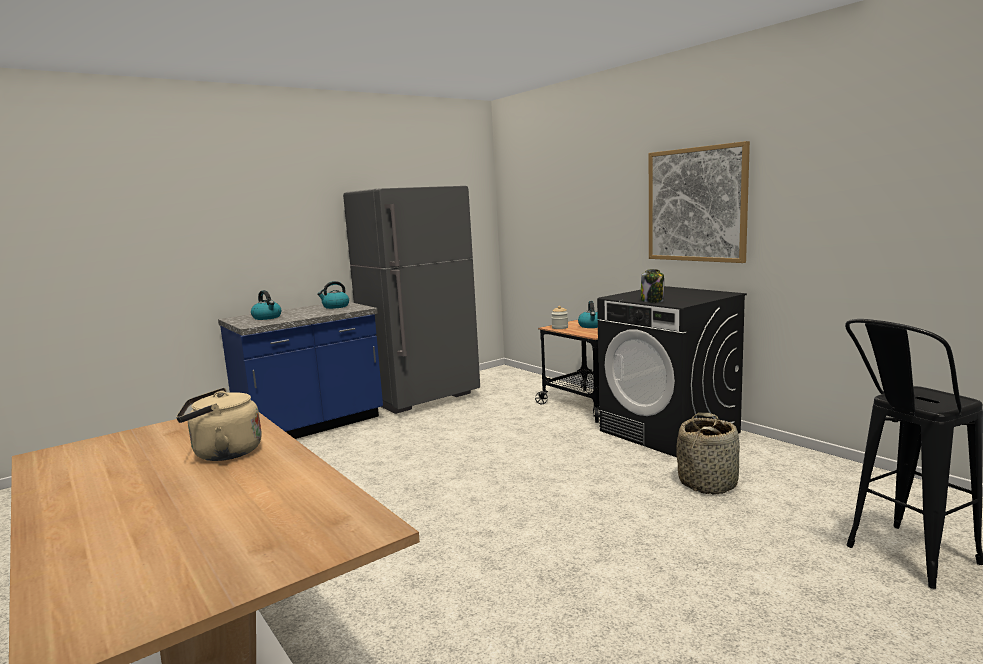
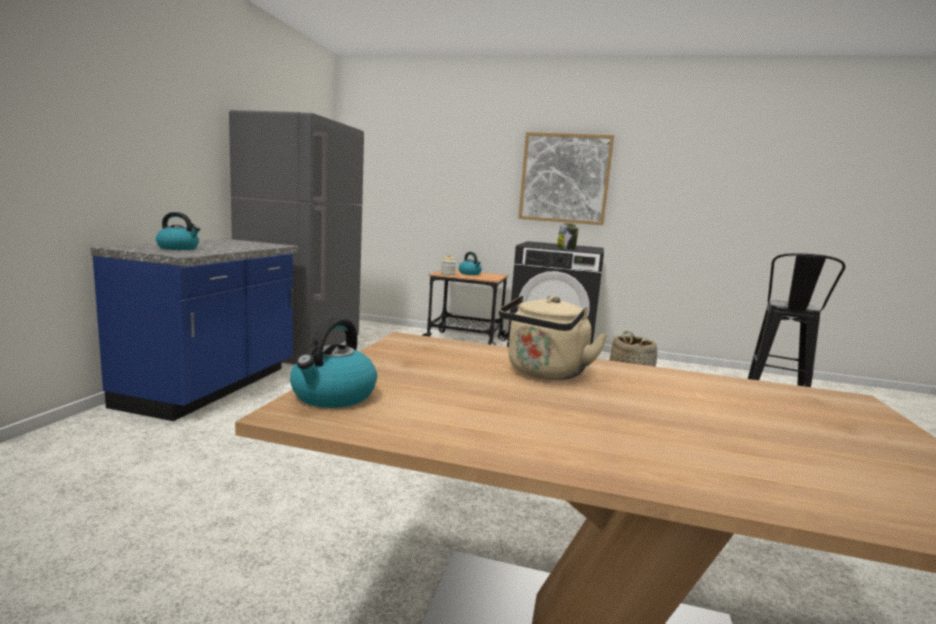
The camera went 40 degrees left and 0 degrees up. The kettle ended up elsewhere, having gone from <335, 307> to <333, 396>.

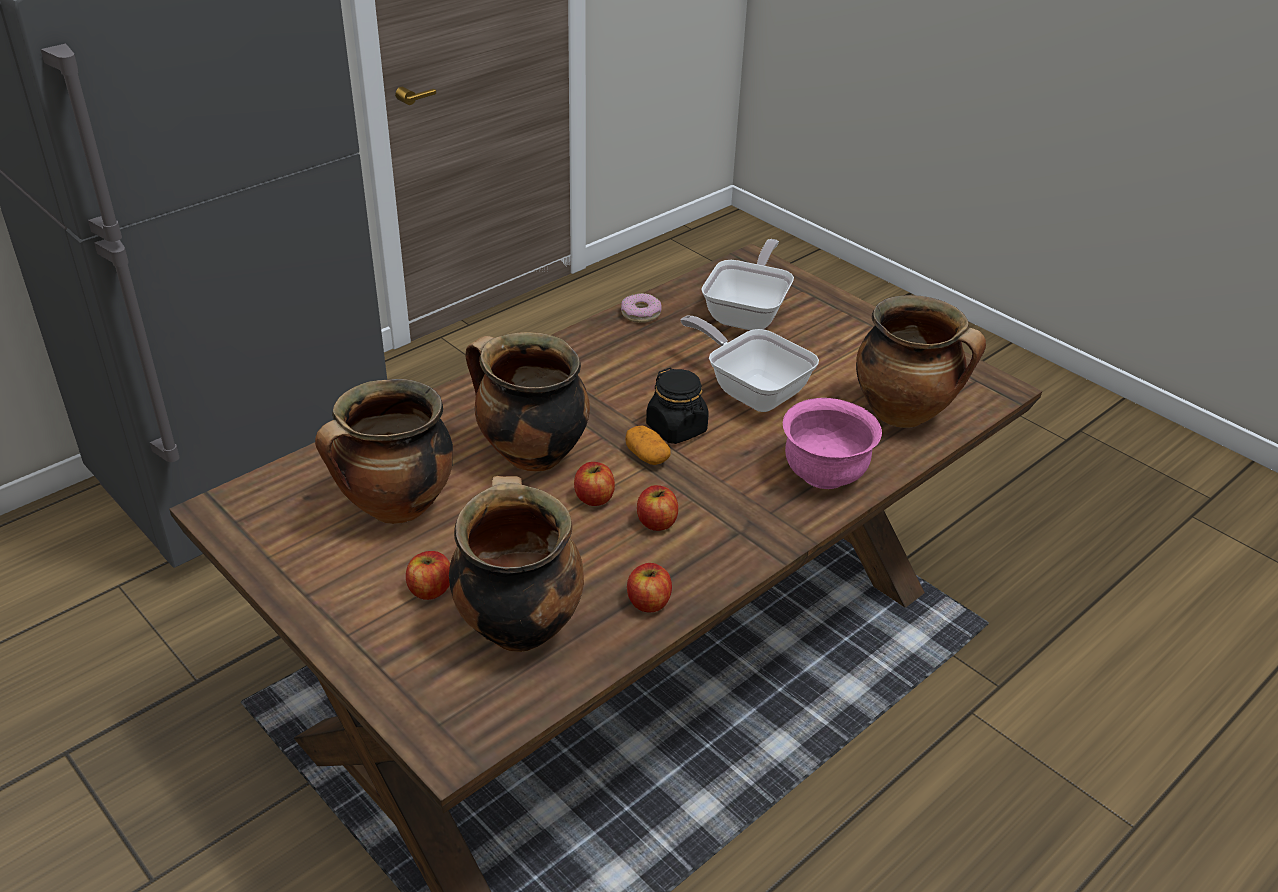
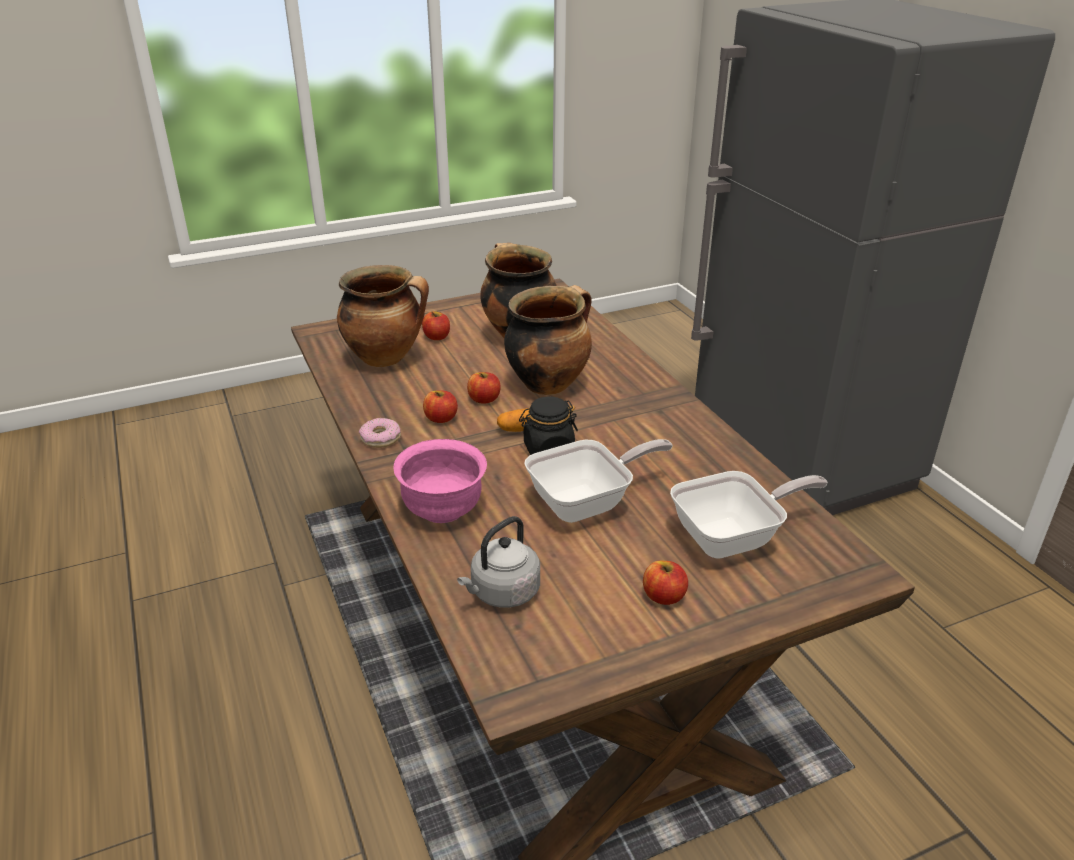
The camera went 110 degrees right and 5 degrees down. The donut ended up elsewhere, having gone from <640, 314> to <380, 438>. The apple ended up elsewhere, having gone from <648, 602> to <663, 596>. Where the cooking pot stood at <905, 414>, the grey kettle came to stand at <502, 593>. The frying pan at <748, 313> ended up facing another way, 60 degrees counterclockwise from before.

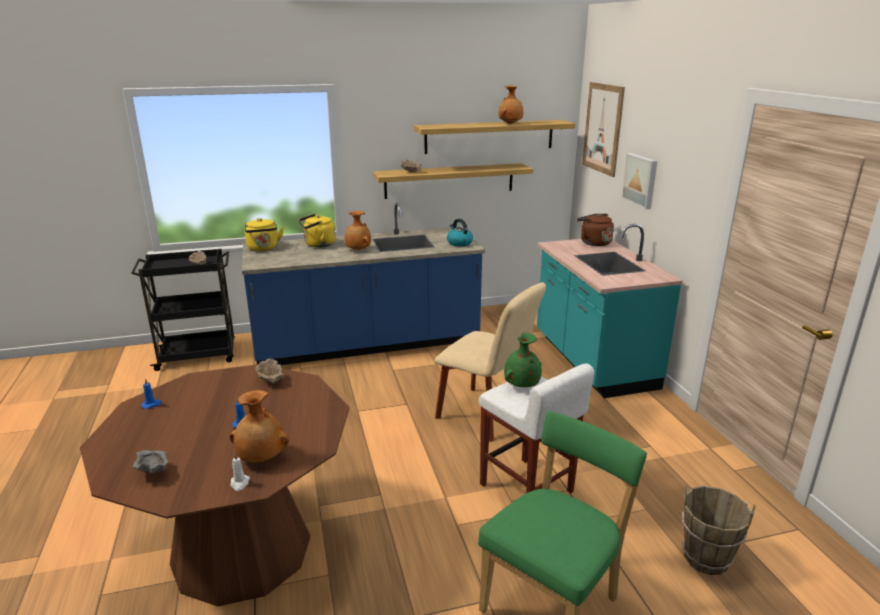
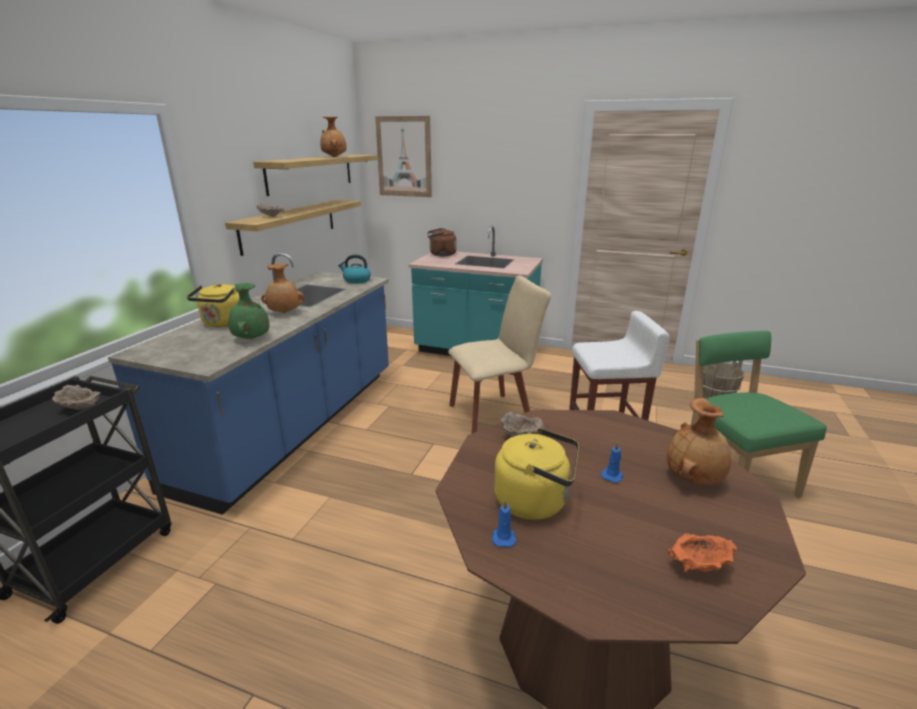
The camera went 55 degrees left and 0 degrees up. The second view lost the white candle at <239, 483>. The second view lost the picture at <640, 180>. The yellow kettle ended up elsewhere, having gone from <263, 248> to <535, 501>. The green vase ended up elsewhere, having gone from <521, 385> to <251, 338>. What was the grey bowl at <153, 472> turned into the orange bowl at <698, 566>.

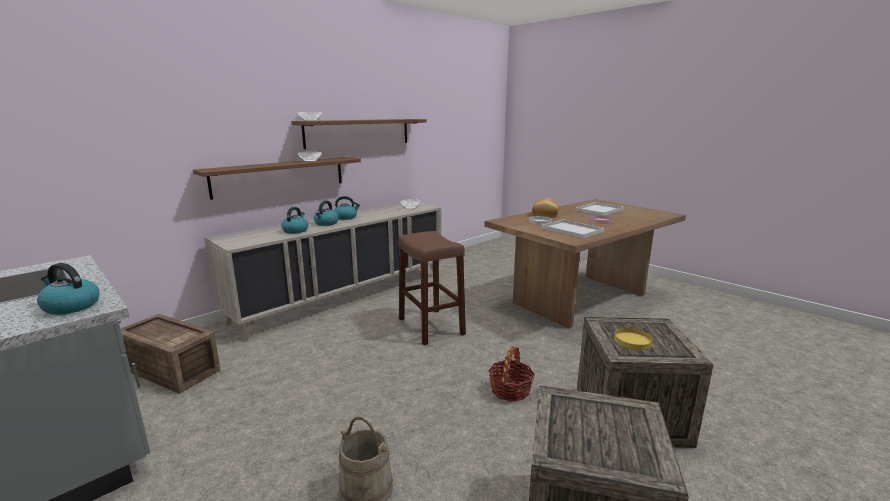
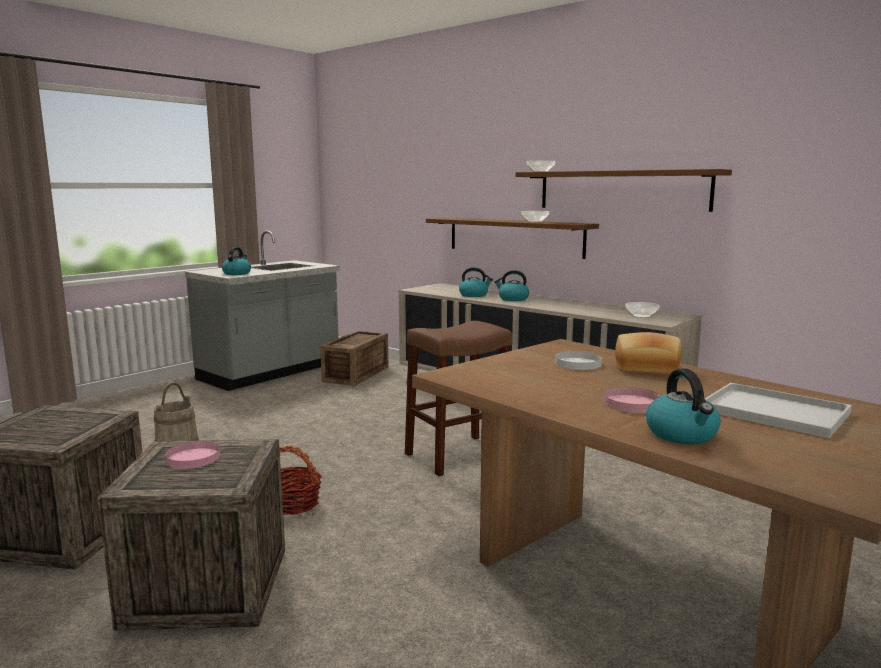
The camera went 85 degrees right and 5 degrees down. The second view lost the white tray at <573, 230>. The kettle ended up elsewhere, having gone from <346, 217> to <682, 434>. What was the yellow plate at <632, 341> turned into the pink plate at <192, 458>.

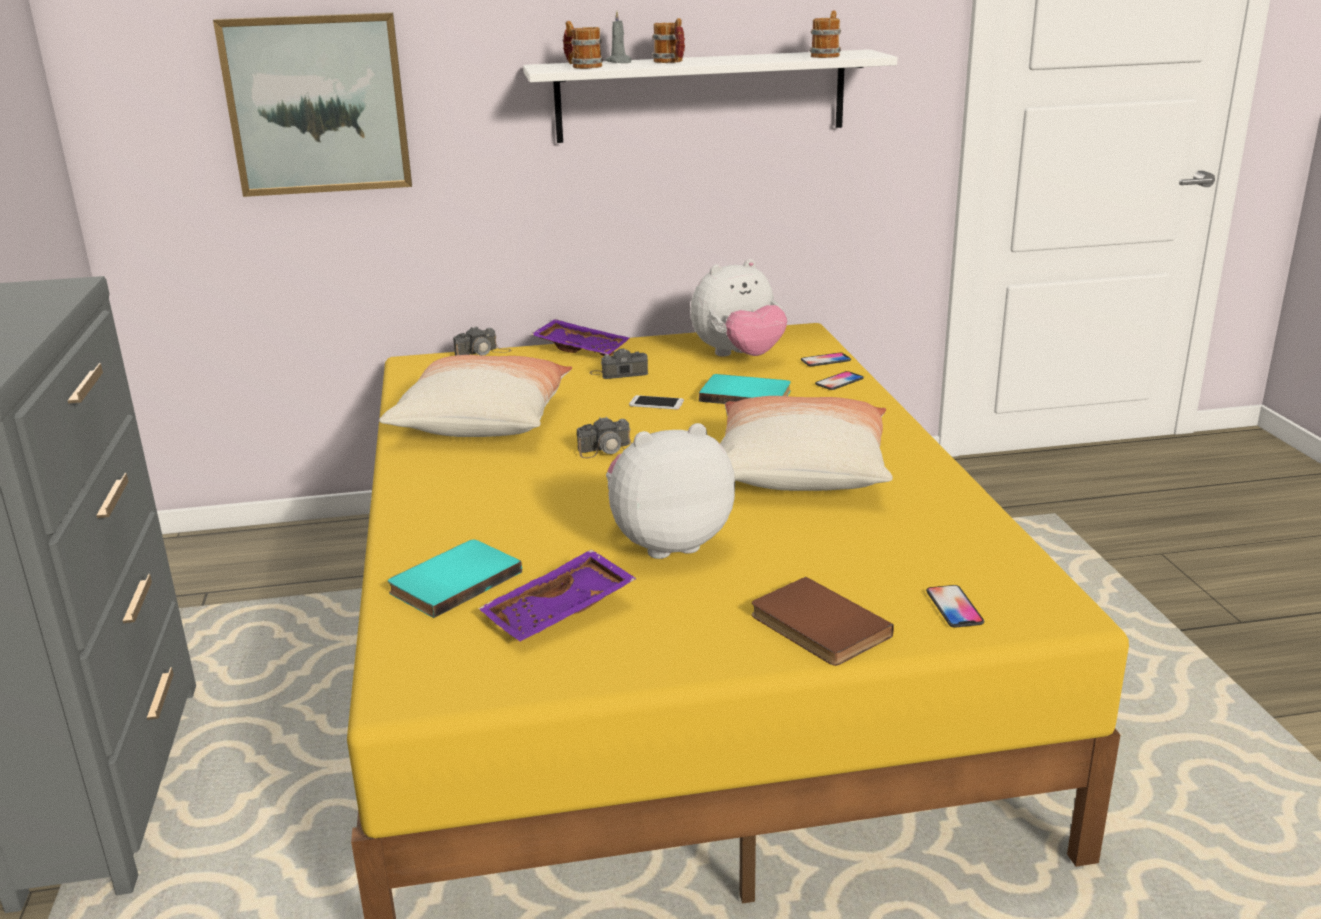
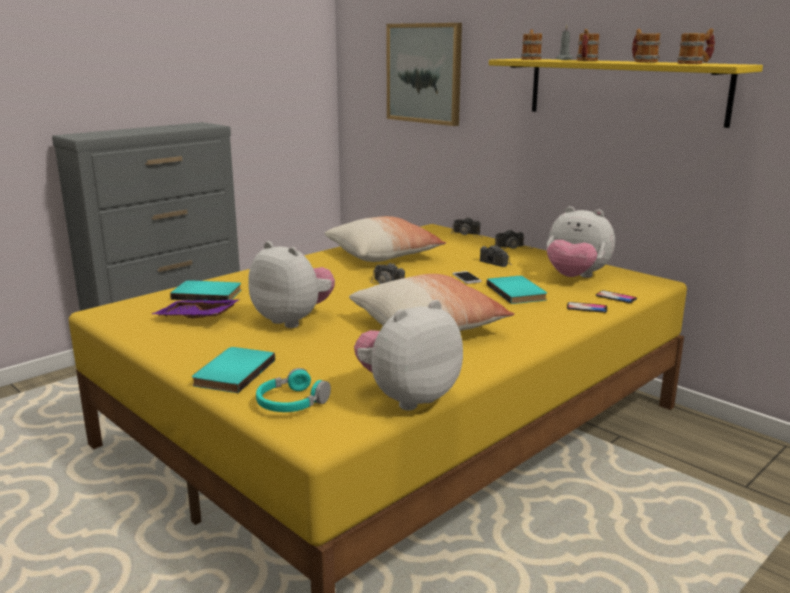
The camera went 55 degrees right and 5 degrees down. The second view gained the plush toy at <407, 397>. The second view gained the mug at <643, 62>. Where the purple tray stood at <582, 348>, the photo camera came to stand at <513, 247>. Where the phone stood at <954, 607>, the turquoise headphones came to stand at <291, 403>. What was the white shelf at <701, 96> turned into the yellow shelf at <624, 90>. What was the brown book at <816, 627> turned into the turquoise book at <232, 372>.

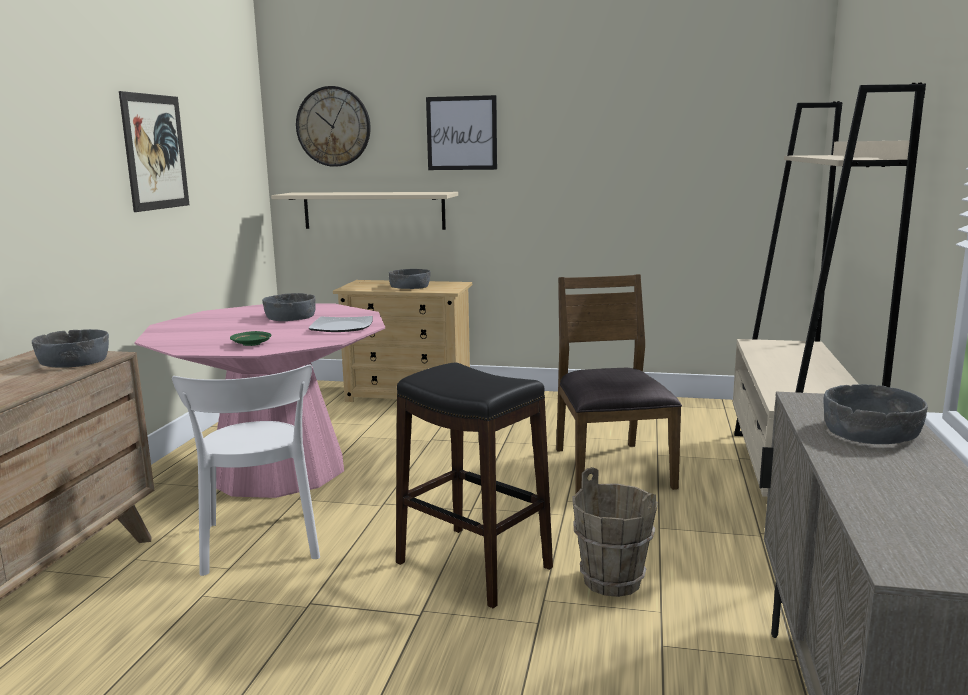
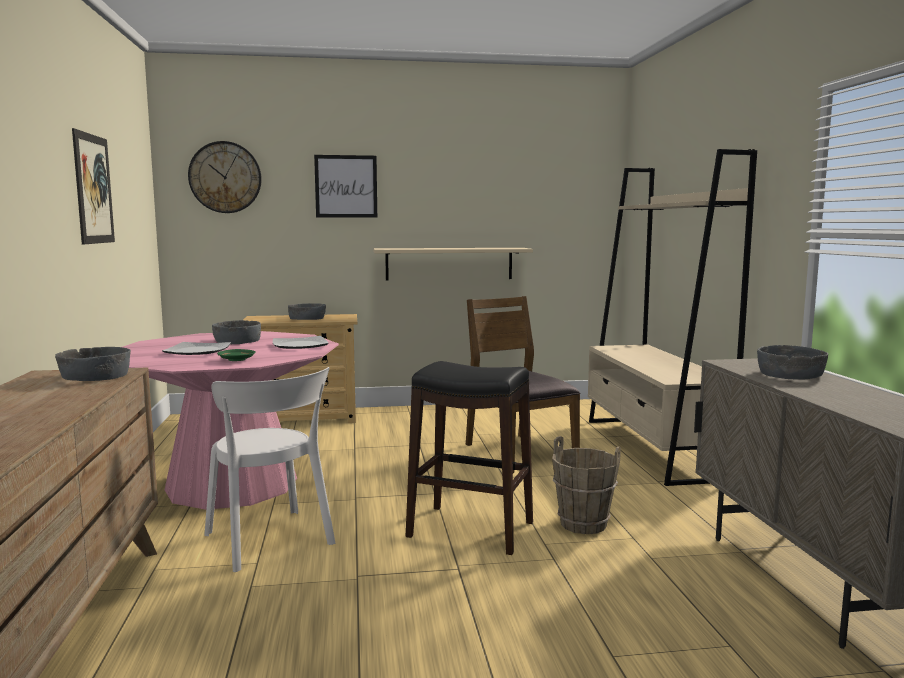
The camera went 20 degrees left and 5 degrees down. The second view gained the plate at <198, 351>. The beige shelf ended up elsewhere, having gone from <373, 210> to <449, 263>.

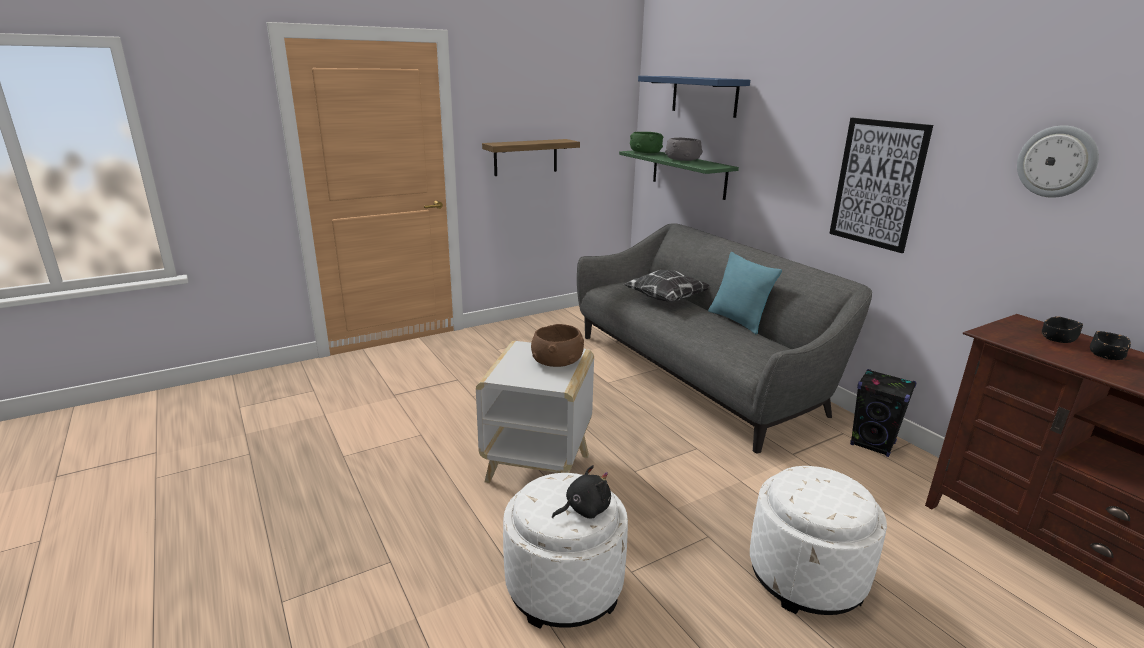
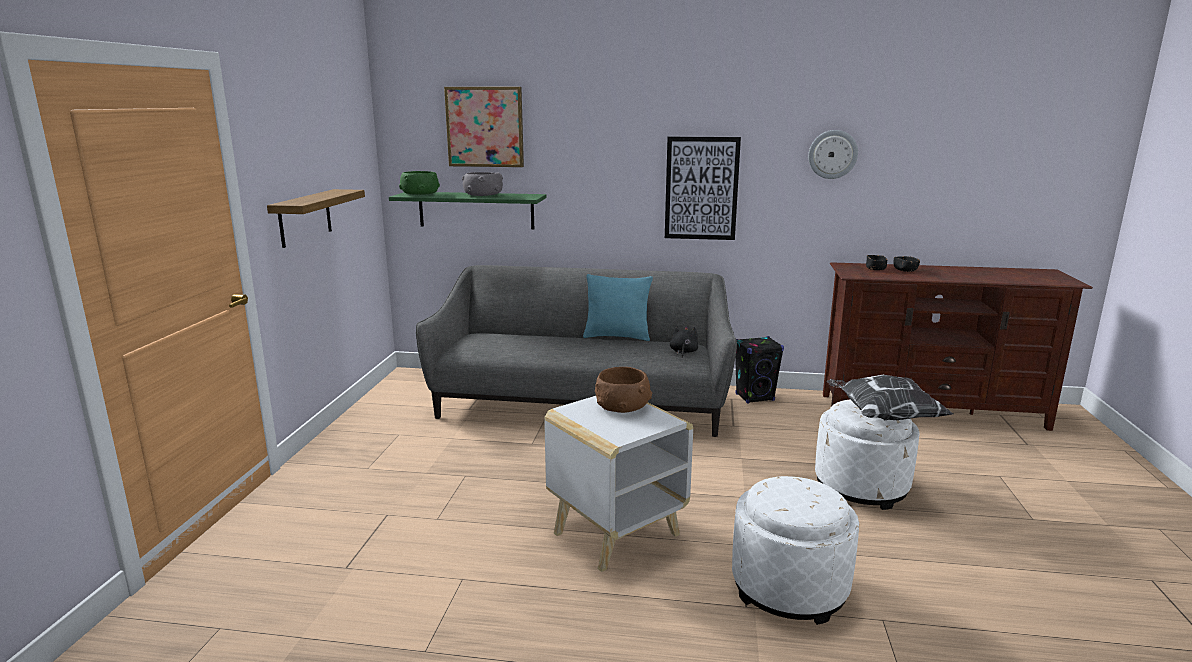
The camera went 50 degrees left and 5 degrees down. The black plush toy ended up elsewhere, having gone from <584, 509> to <683, 352>. The pillow ended up elsewhere, having gone from <665, 299> to <883, 416>. Where the blue shelf hung at <704, 96>, the picture came to hang at <485, 127>.

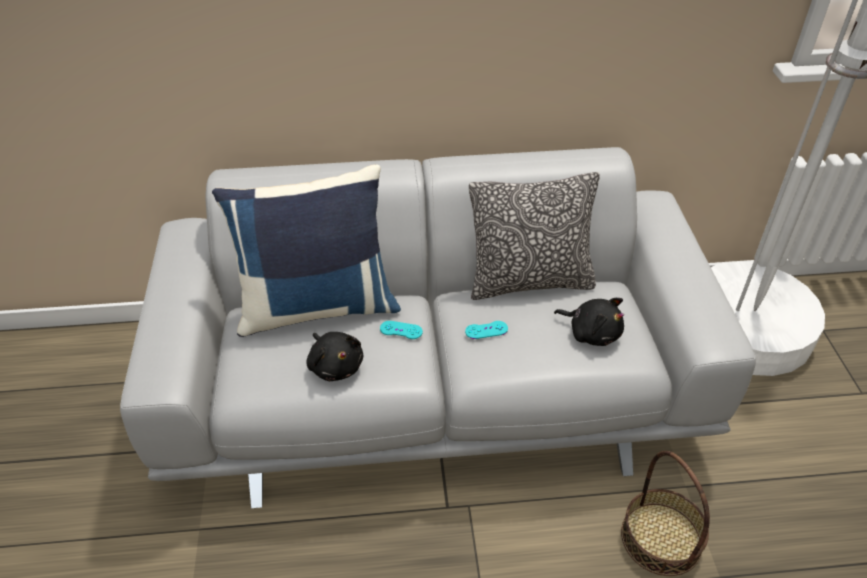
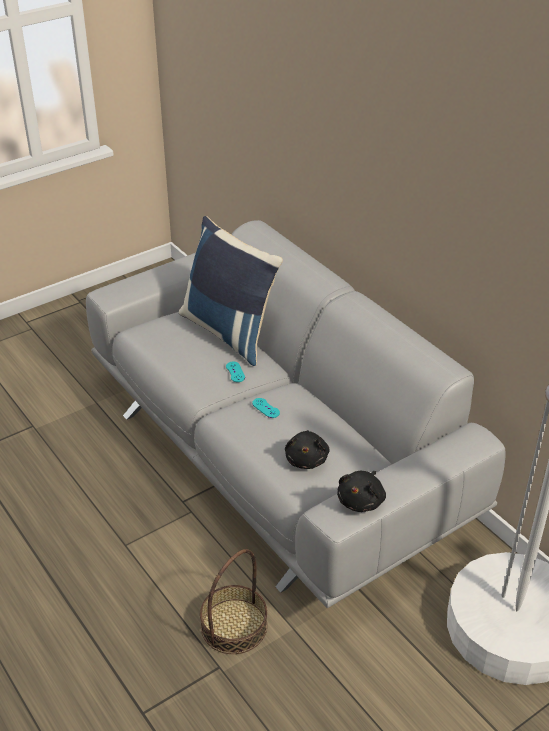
The camera went 60 degrees right and 5 degrees down. The second view lost the pillow at <529, 282>. The black plush toy ended up elsewhere, having gone from <335, 365> to <361, 501>.

